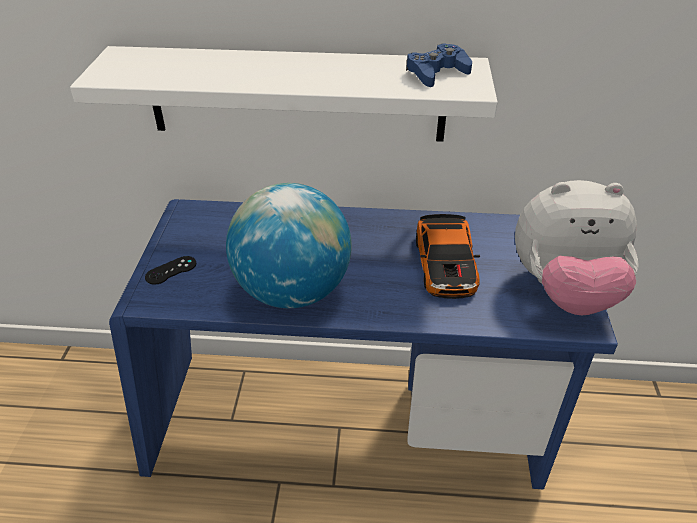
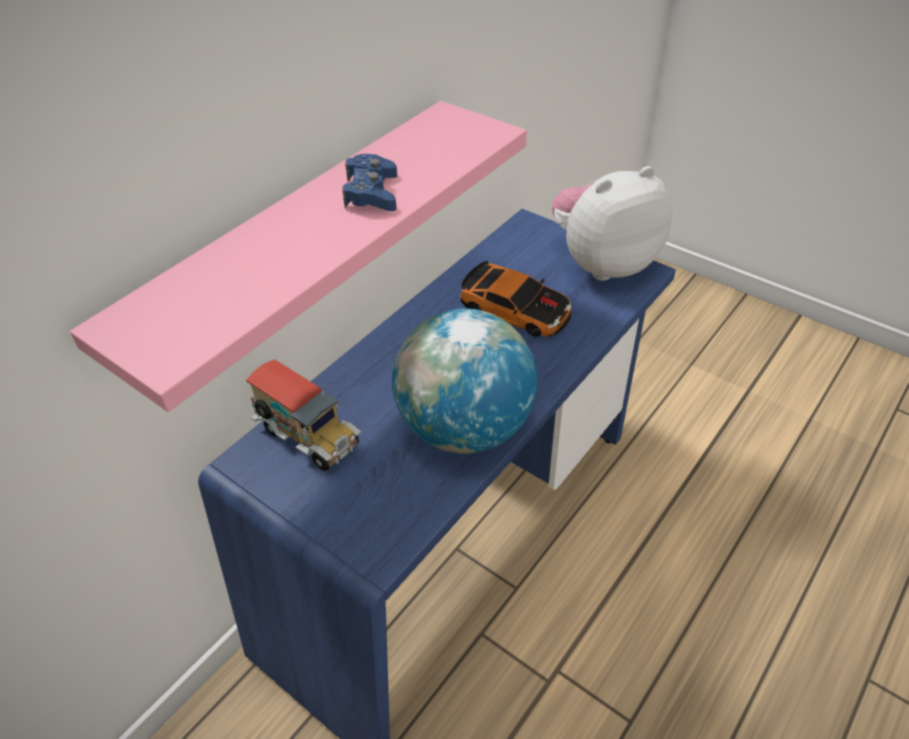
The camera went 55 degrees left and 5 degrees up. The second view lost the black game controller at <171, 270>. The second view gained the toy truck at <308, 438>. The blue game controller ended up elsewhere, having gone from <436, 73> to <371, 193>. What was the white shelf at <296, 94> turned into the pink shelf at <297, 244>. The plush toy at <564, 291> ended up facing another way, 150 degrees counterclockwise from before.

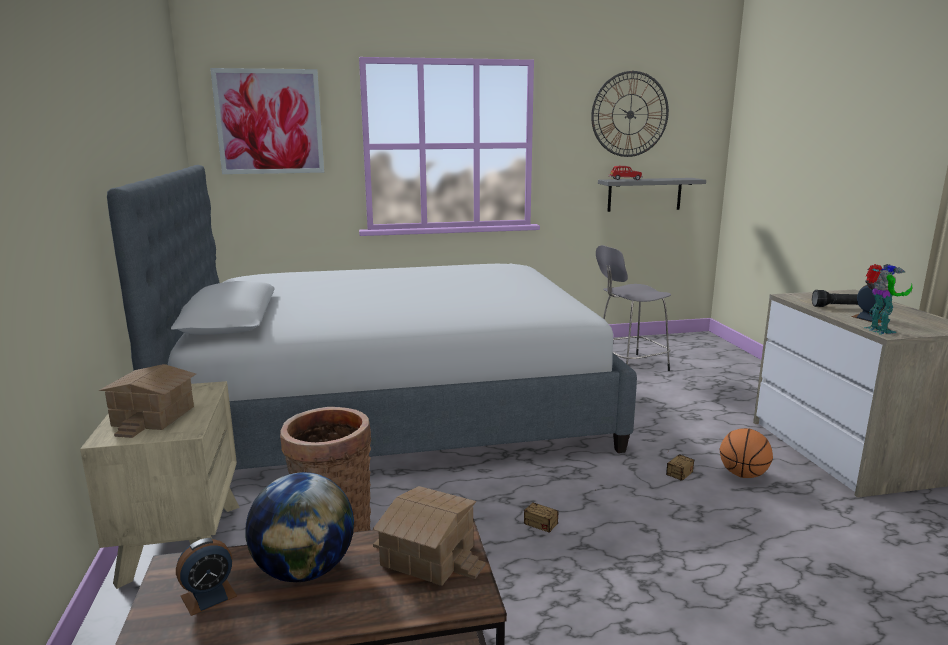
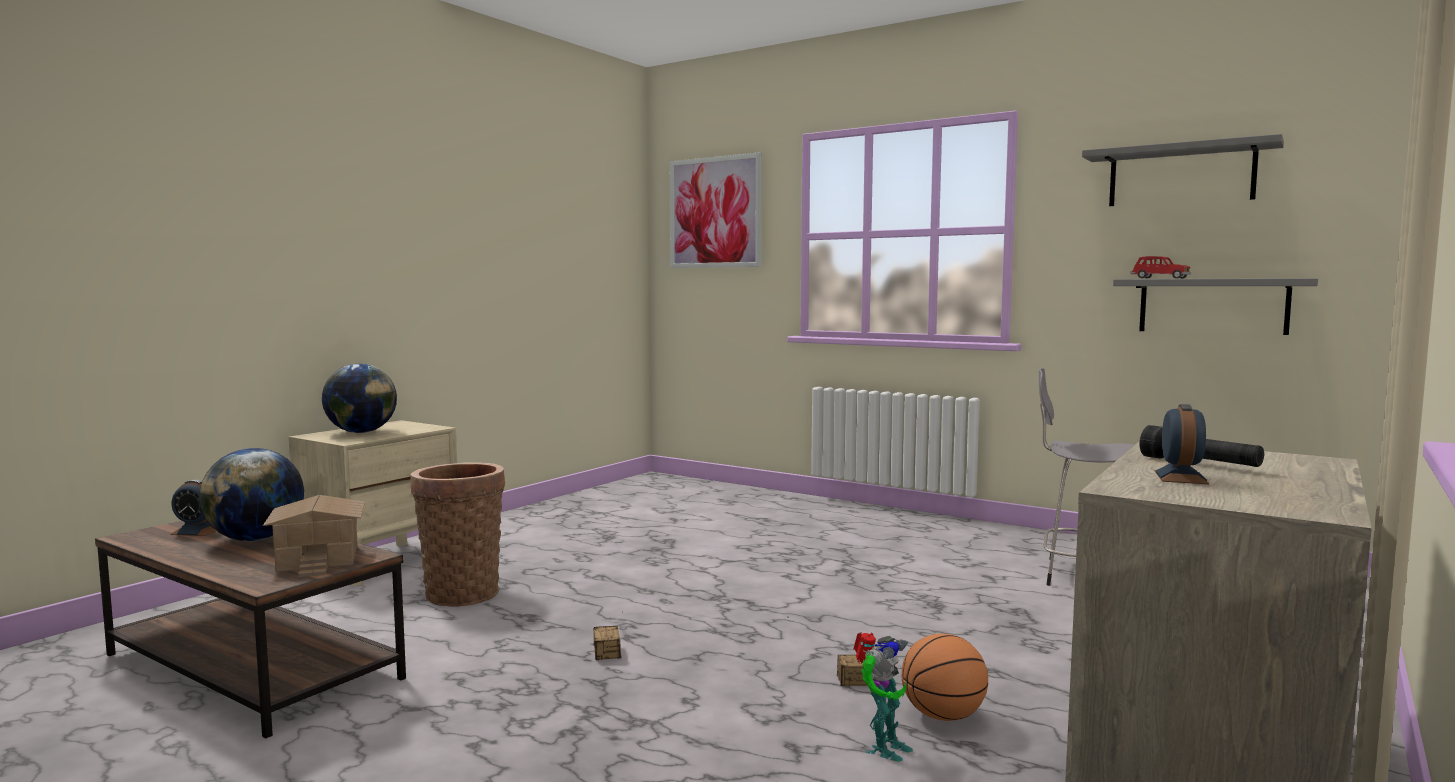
The camera went 45 degrees right and 10 degrees down. The second view lost the bed at <394, 408>. The toy robot ended up elsewhere, having gone from <878, 331> to <883, 748>. Where the toy house stood at <152, 416>, the globe came to stand at <361, 432>. Where the wall clock hung at <630, 114>, the grey shelf came to hang at <1181, 175>.

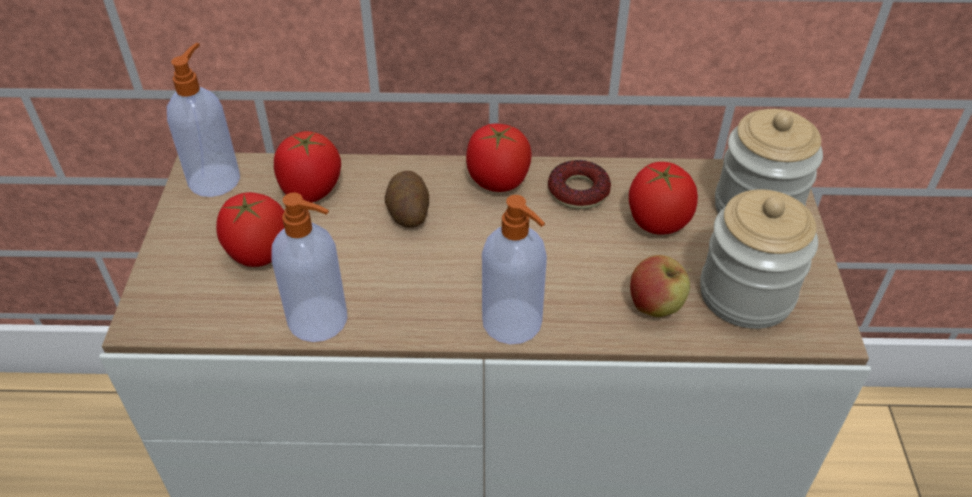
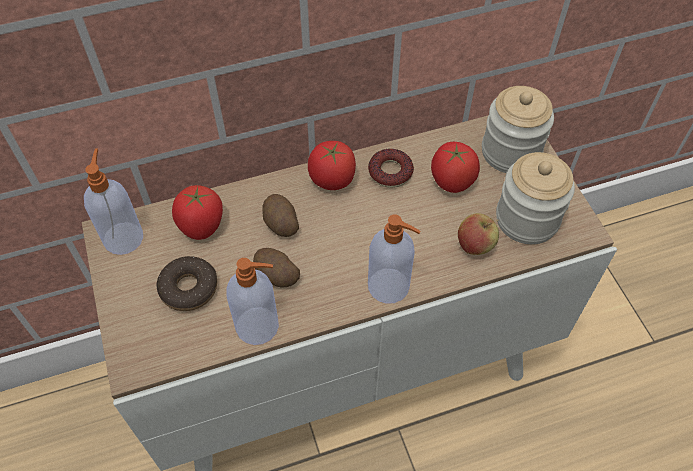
The camera went 20 degrees left and 10 degrees up. The second view gained the potato at <276, 275>. Where the tomato stood at <258, 253>, the donut came to stand at <189, 288>.

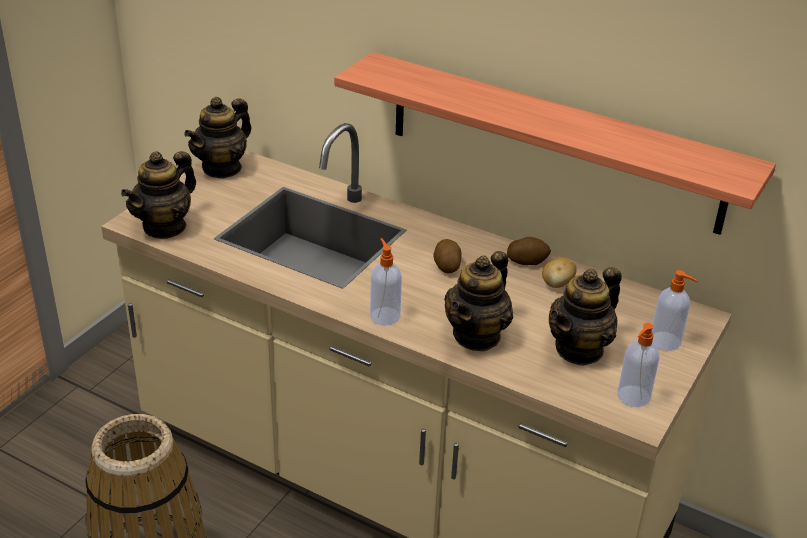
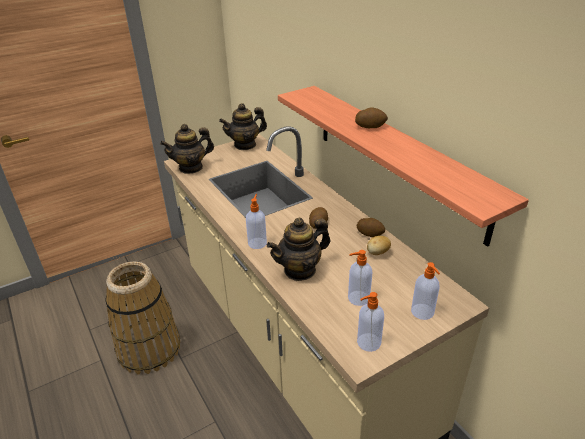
The camera went 30 degrees right and 0 degrees up. The second view gained the potato at <370, 126>. Where the teapot stood at <579, 349>, the soap dispenser came to stand at <358, 298>.

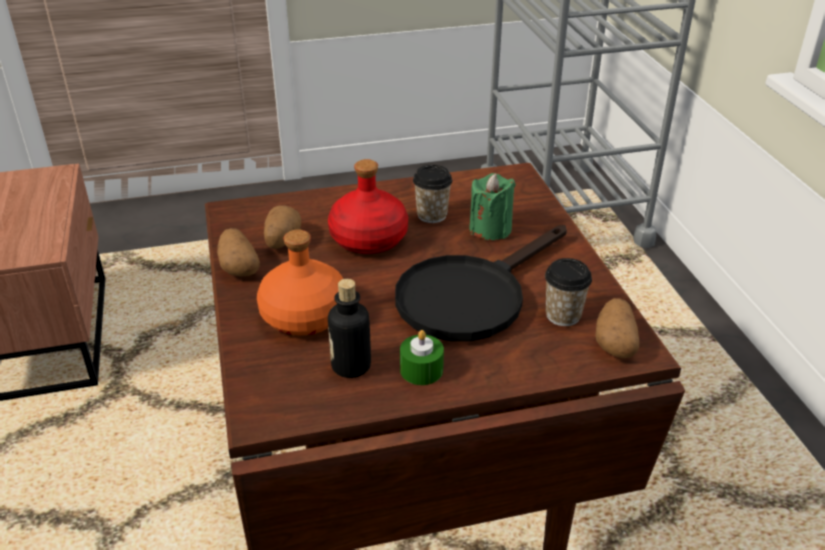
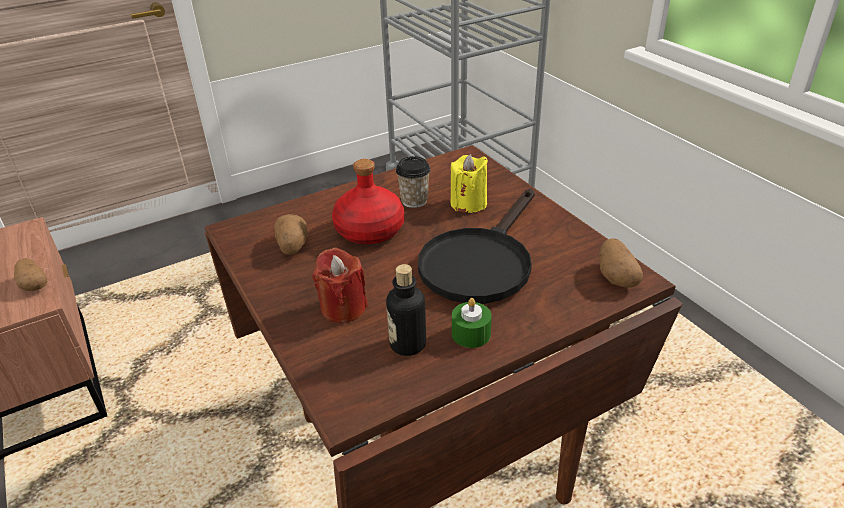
The camera went 15 degrees left and 0 degrees up. The second view lost the cup at <563, 315>. The potato ended up elsewhere, having gone from <239, 267> to <34, 284>. Where the orange bottle stood at <303, 315>, the red candle came to stand at <343, 308>. What was the green candle at <490, 229> turned into the yellow candle at <468, 203>.

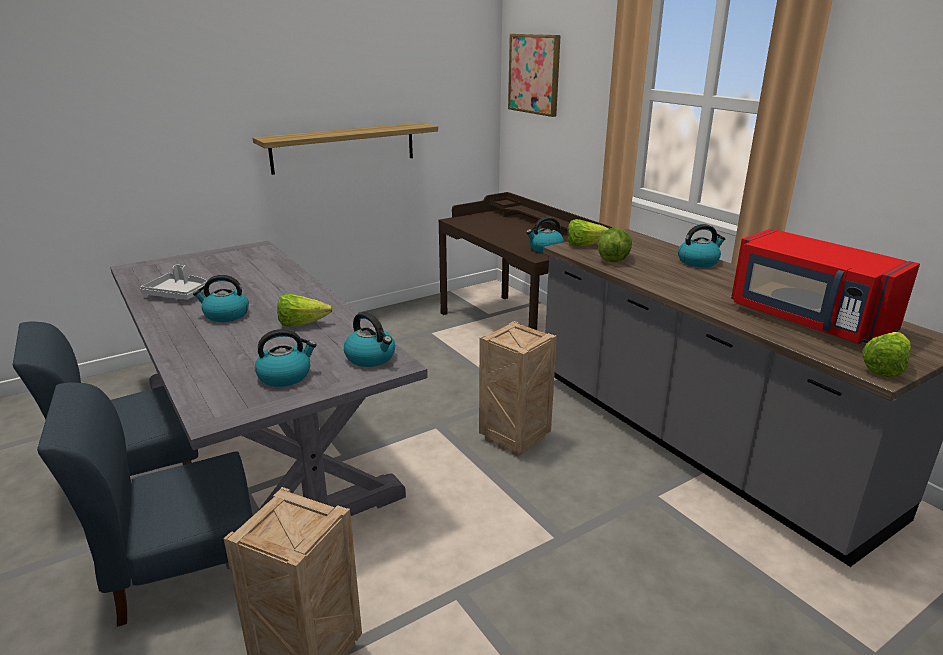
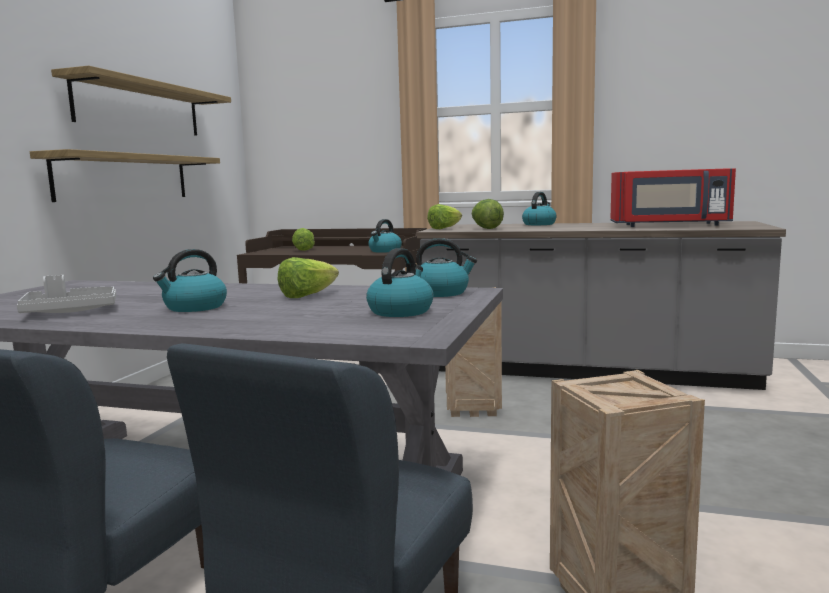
The camera went 40 degrees left and 15 degrees down. The second view lost the picture at <534, 74>. The second view gained the shelf at <140, 108>. The lettuce ended up elsewhere, having gone from <883, 368> to <305, 249>.

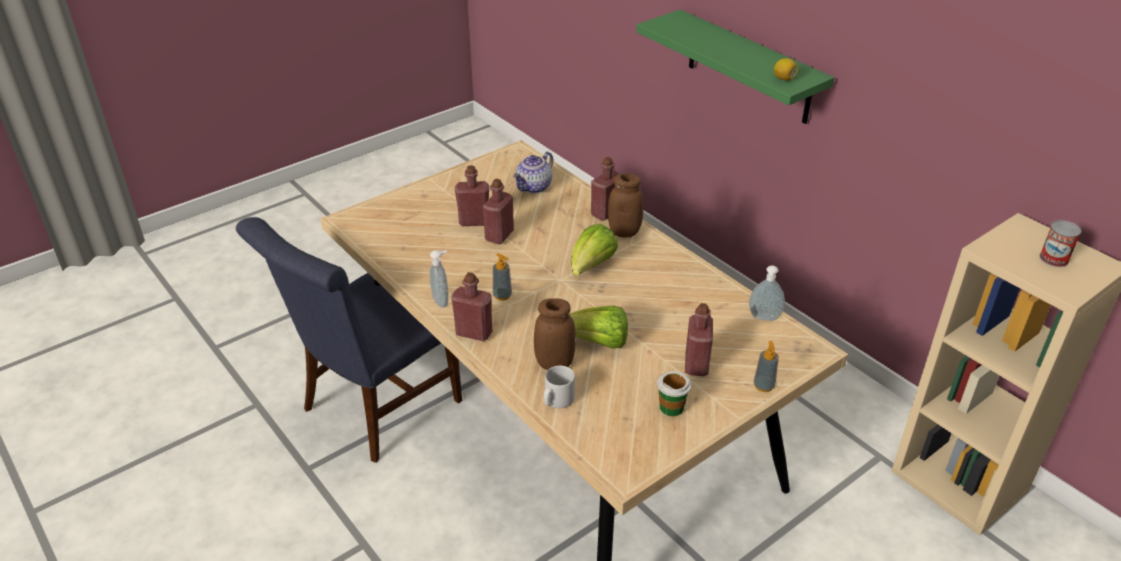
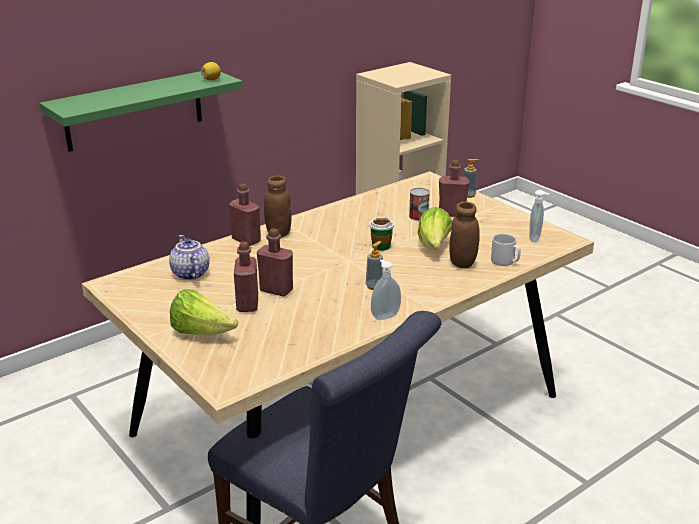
The camera went 90 degrees left and 10 degrees down. The second view lost the red bottle at <474, 333>. The lettuce ended up elsewhere, having gone from <591, 267> to <202, 332>. The cup ended up elsewhere, having gone from <671, 407> to <381, 246>. The soap dispenser ended up elsewhere, having gone from <764, 318> to <535, 239>. The can ended up elsewhere, having gone from <1054, 259> to <418, 216>. The teapot at <534, 187> ended up facing another way, 150 degrees counterclockwise from before.

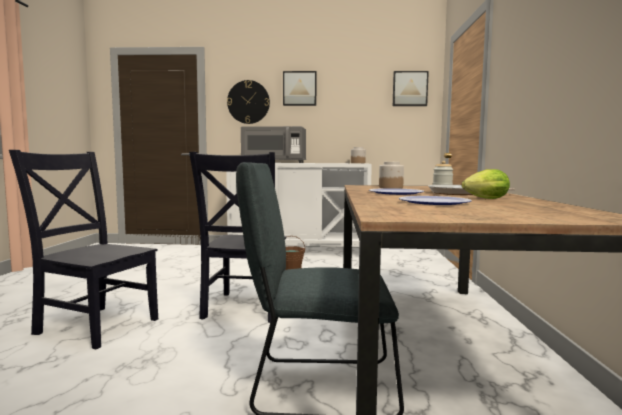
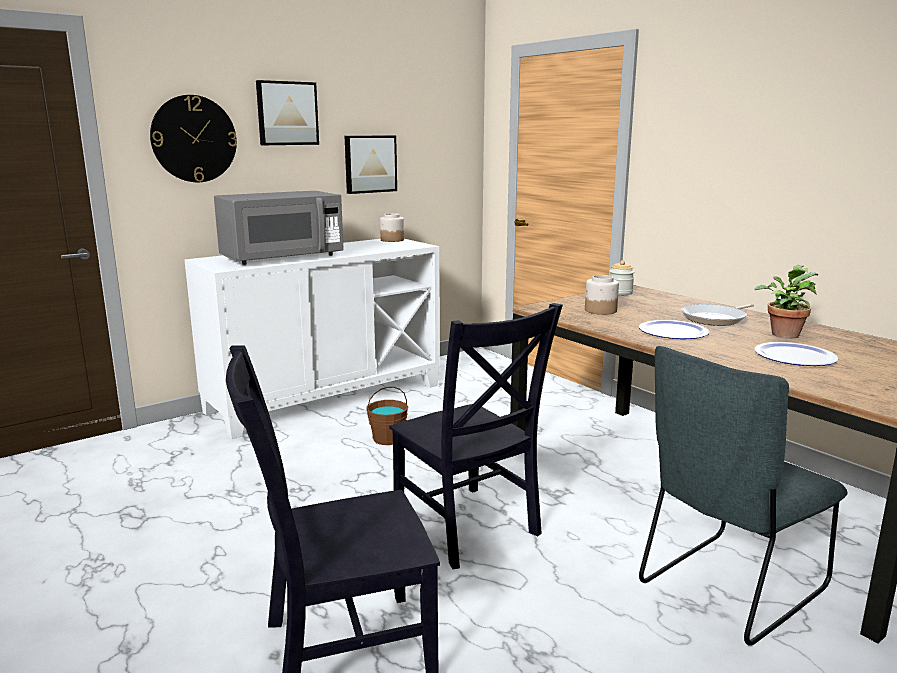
The camera went 40 degrees left and 10 degrees up. The picture ended up elsewhere, having gone from <409, 89> to <369, 164>. Where the lettuce stood at <484, 199>, the potted plant came to stand at <784, 334>.

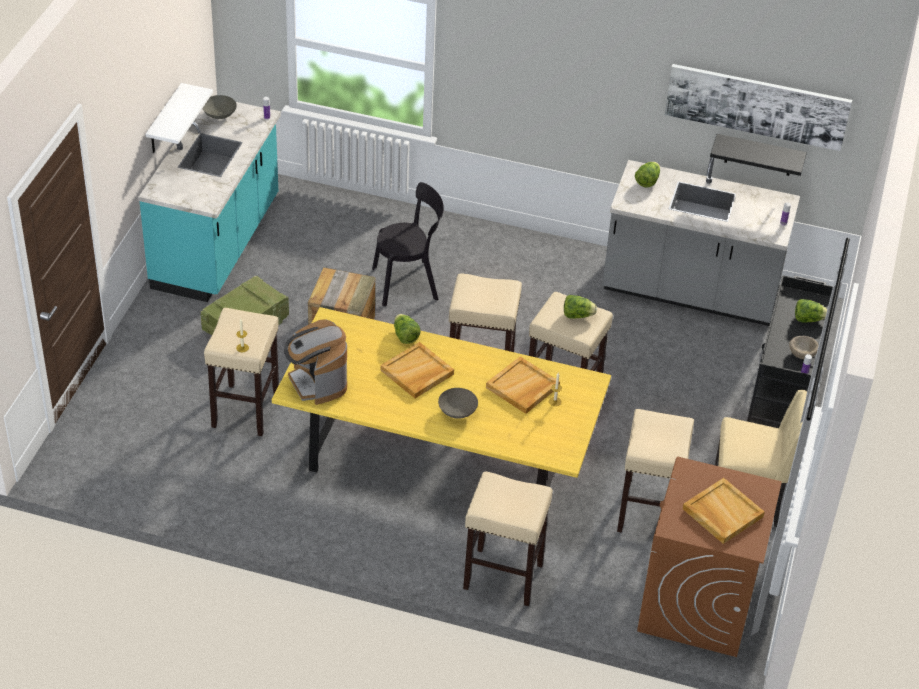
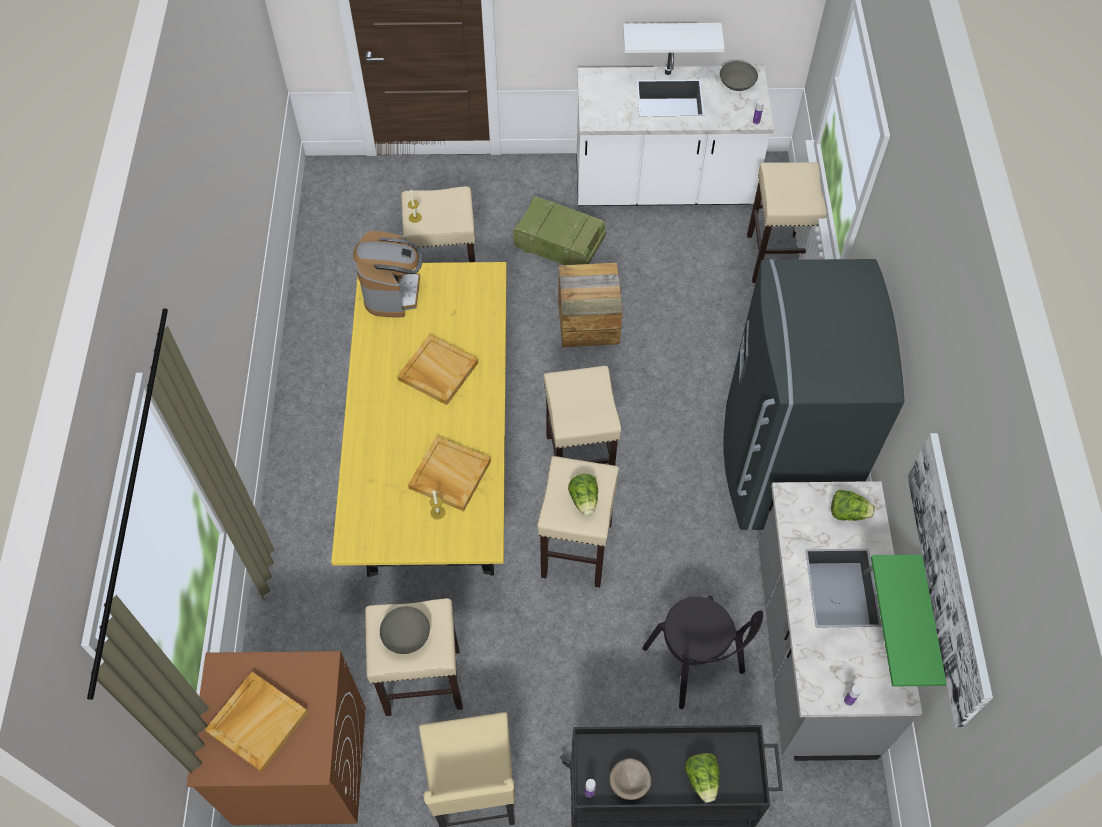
The camera went 75 degrees right and 15 degrees up. The second view lost the lettuce at <405, 336>. The second view gained the grey fridge at <778, 465>. The black chair ended up elsewhere, having gone from <409, 283> to <695, 664>. The grey bowl ended up elsewhere, having gone from <457, 412> to <407, 636>. The beige stool ended up elsewhere, having gone from <502, 576> to <774, 257>. What was the turquoise counter at <218, 244> turned into the white counter at <663, 187>. What was the black shelf at <759, 155> turned into the green shelf at <928, 626>. The coffee machine at <317, 382> ended up facing another way, 135 degrees clockwise from before.

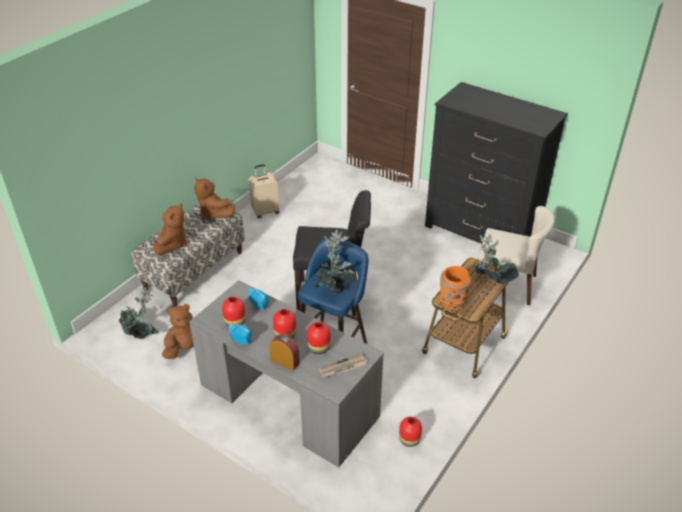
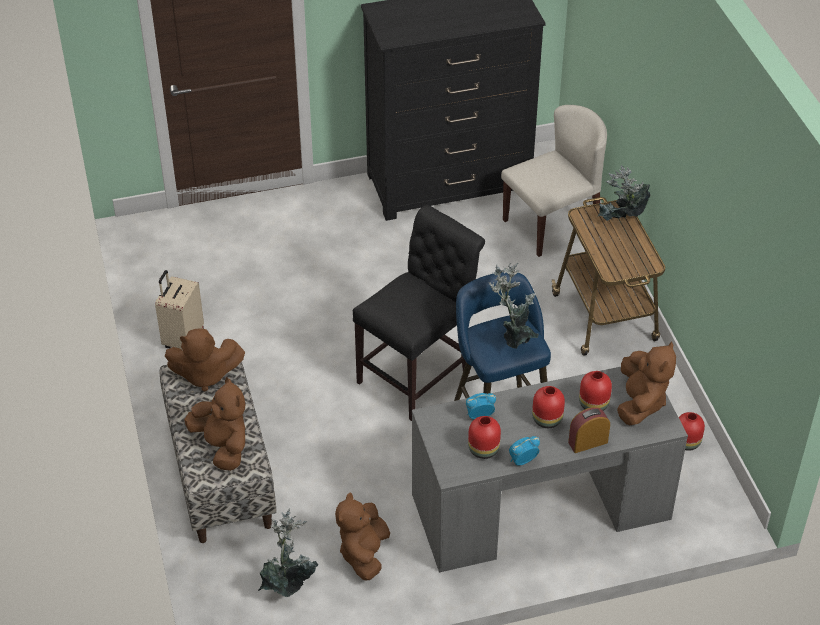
The camera went 50 degrees left and 5 degrees up. The second view lost the orange vase at <452, 302>. Where the newspaper stood at <342, 367>, the brown plush toy came to stand at <640, 403>.

